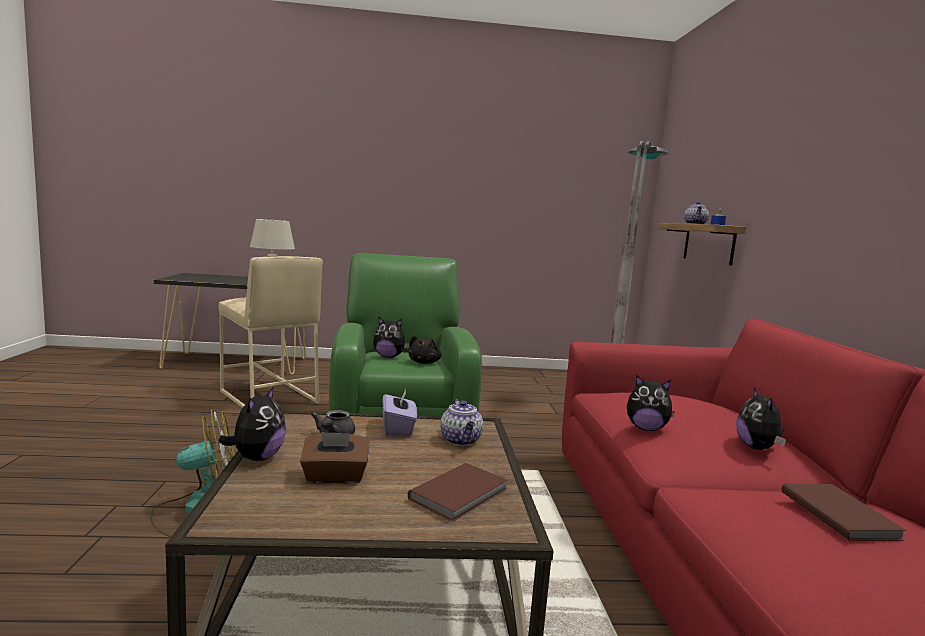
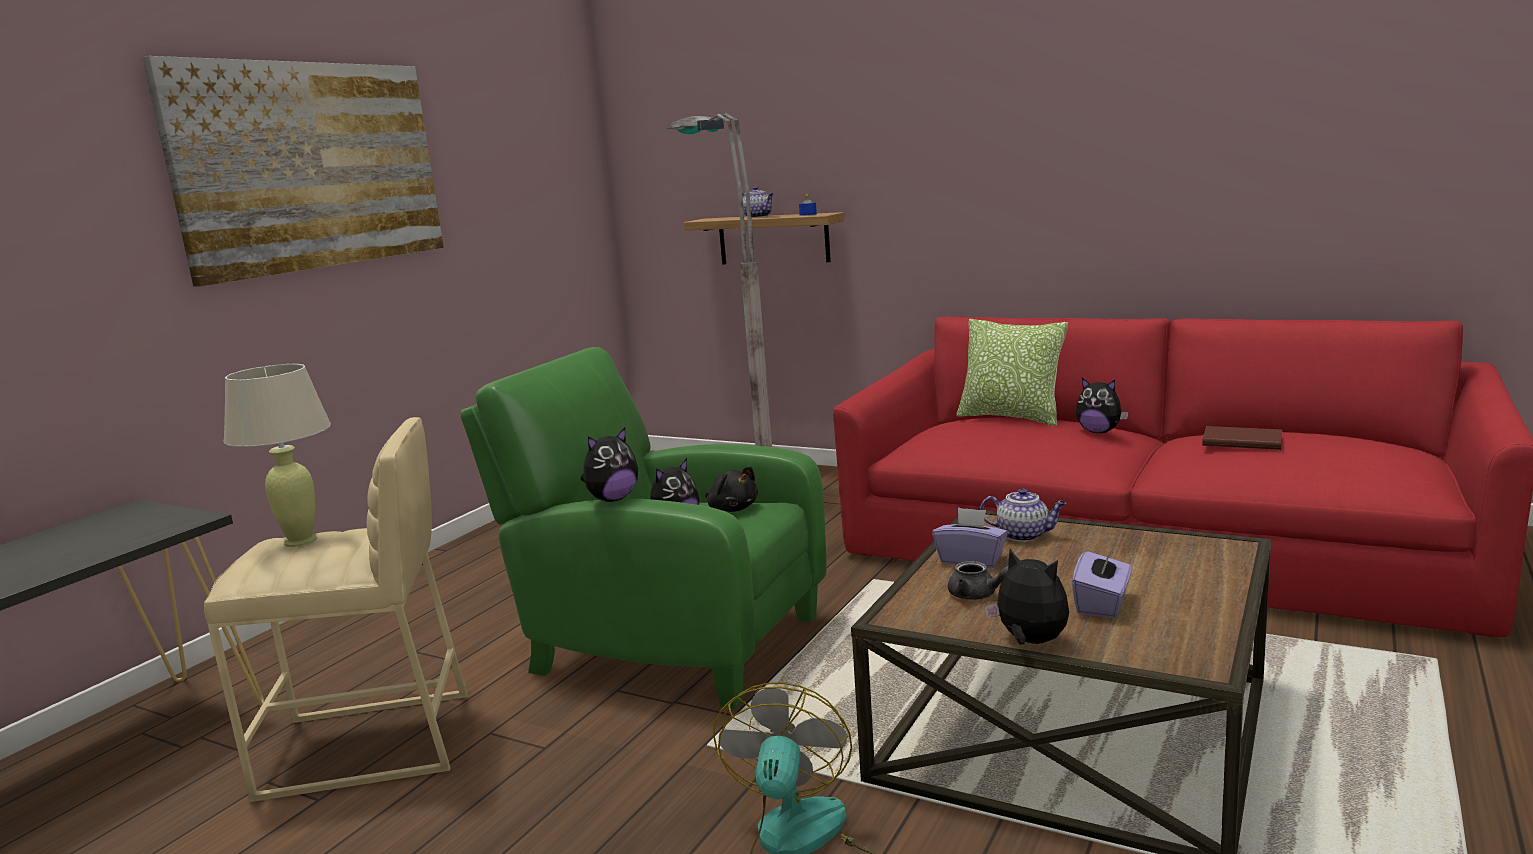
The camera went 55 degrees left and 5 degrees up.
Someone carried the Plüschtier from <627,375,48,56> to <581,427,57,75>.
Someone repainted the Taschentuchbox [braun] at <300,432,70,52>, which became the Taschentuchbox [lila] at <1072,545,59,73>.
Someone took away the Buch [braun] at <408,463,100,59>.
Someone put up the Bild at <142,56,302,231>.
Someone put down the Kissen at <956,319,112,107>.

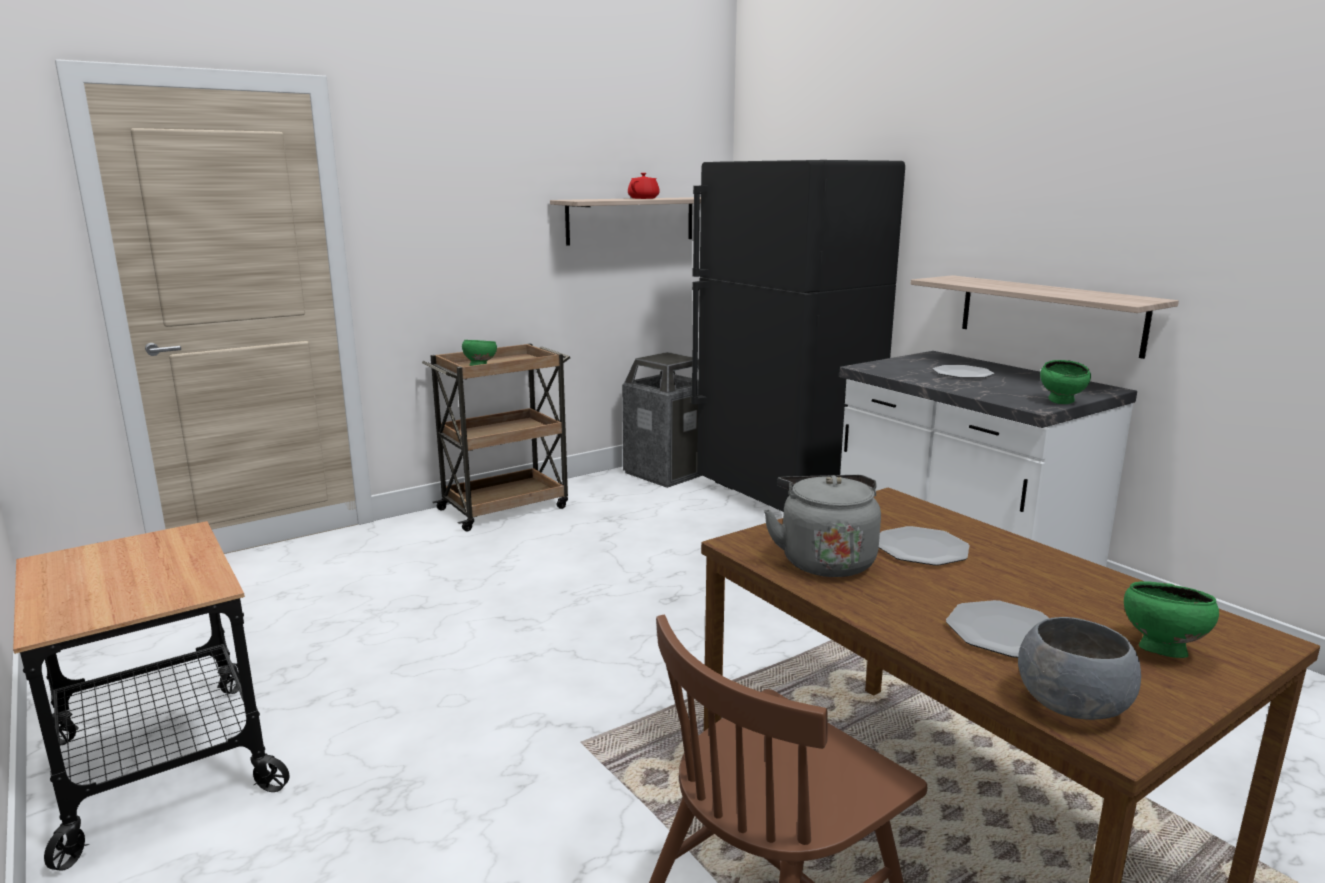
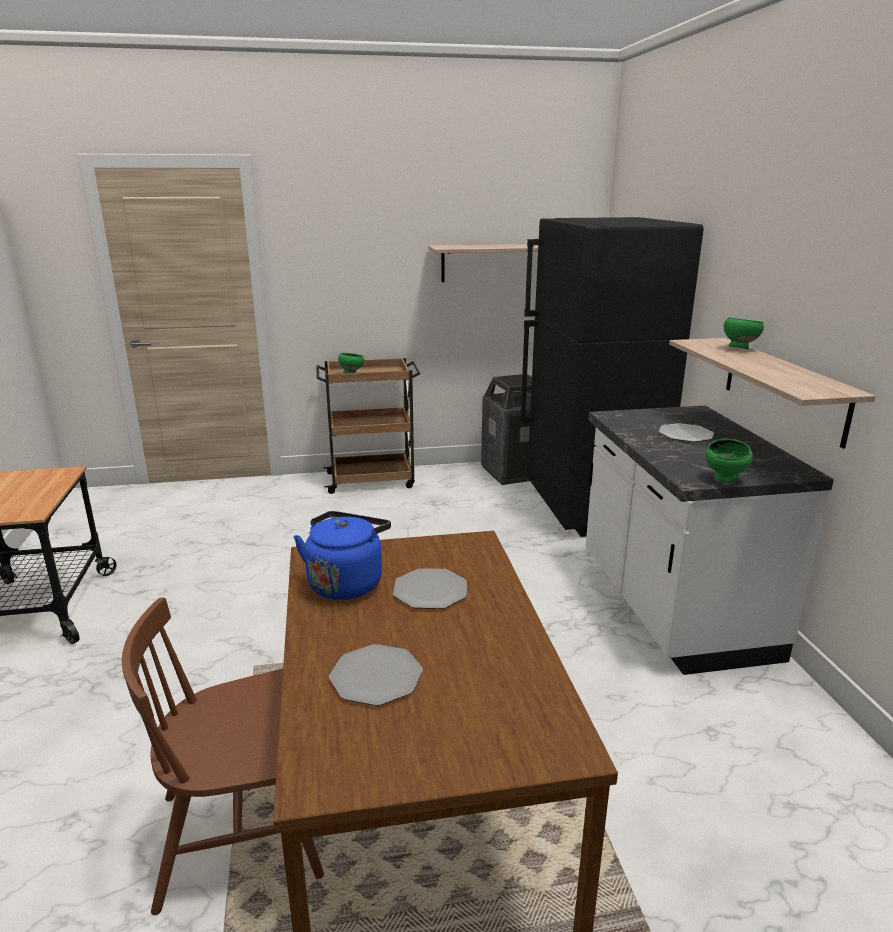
The camera went 25 degrees right and 5 degrees up.
Someone took away the Teekanne [rot] at <628,173,32,26>.
Someone repainted the Wasserkessel [grau] at <764,475,117,102>, which became the Wasserkessel [blau] at <294,511,97,89>.
Someone carried the Schüssel [grün] from <1124,581,95,77> to <724,318,40,31>.
Someone took away the Schüssel [grau] at <1018,617,123,103>.

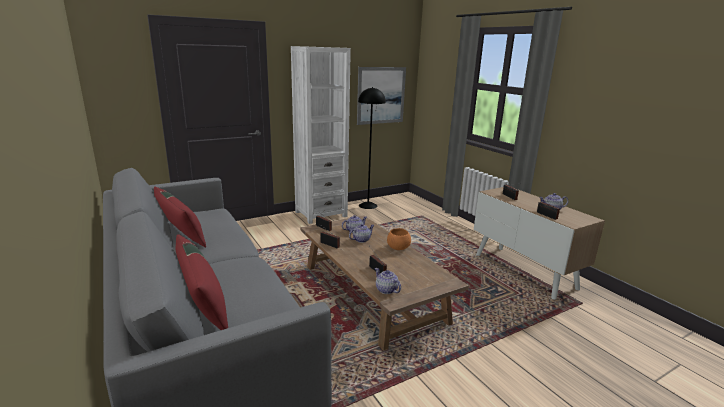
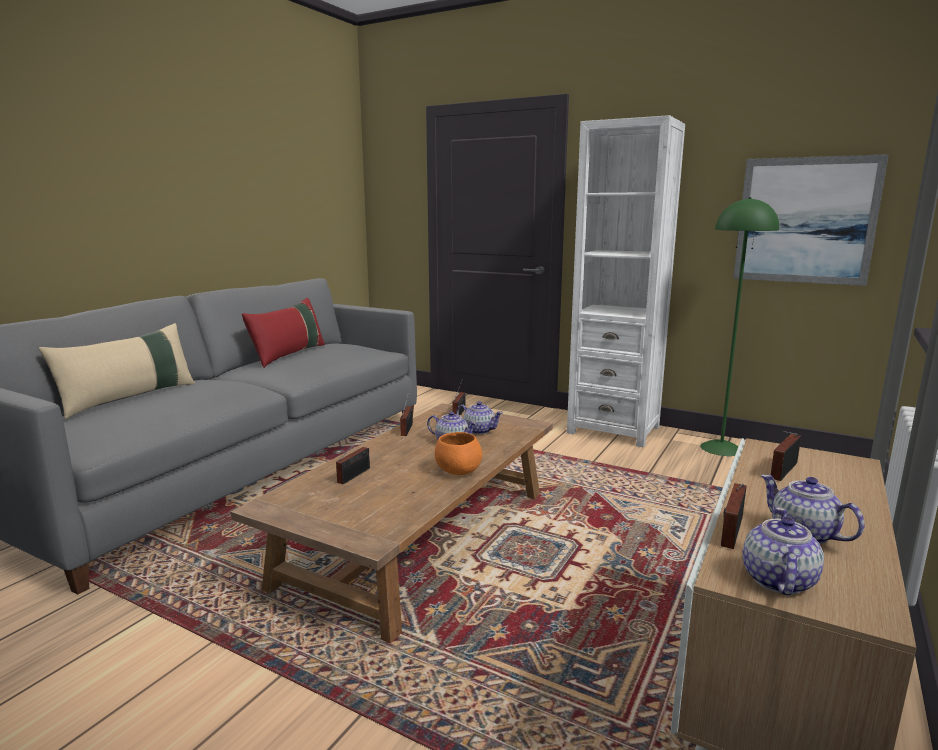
The camera went 60 degrees right and 5 degrees down.
Someone repainted the Stehlampe [schwarz] at <358,87,28,122>, which became the Stehlampe [grün] at <700,197,79,259>.
Someone repainted the Kissen [rot] at <175,234,53,96>, which became the Kissen [beige] at <38,323,157,96>.
Someone carried the Teekanne from <375,268,26,26> to <742,507,82,88>.

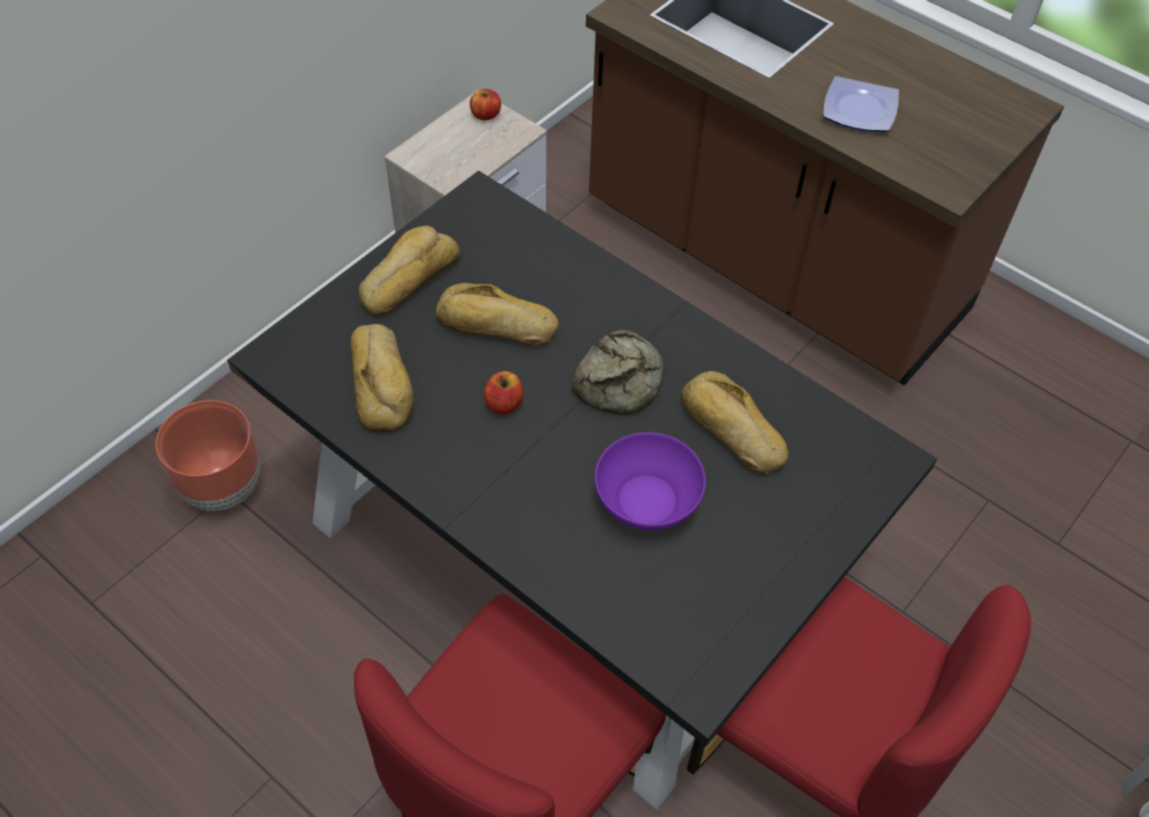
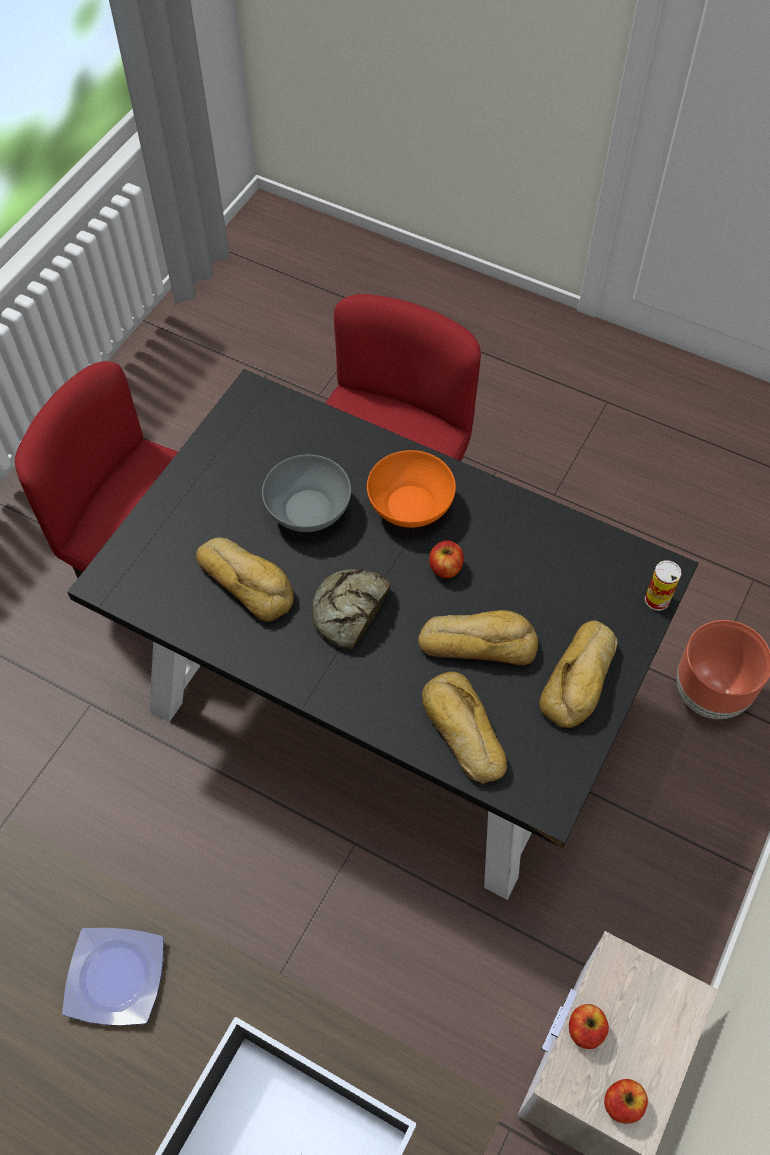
The camera went 170 degrees right and 5 degrees up.
Someone carried the Brot from <350,324,64,107> to <422,672,85,112>.
Someone repainted the Schüssel [lila] at <595,432,111,99>, which became the Schüssel [grau] at <262,455,89,77>.
Someone put down the Schüssel [orange] at <367,450,89,78>.
Someone put down the Dose at <645,560,37,51>.
Someone put down the Apfel at <569,1004,40,45>.

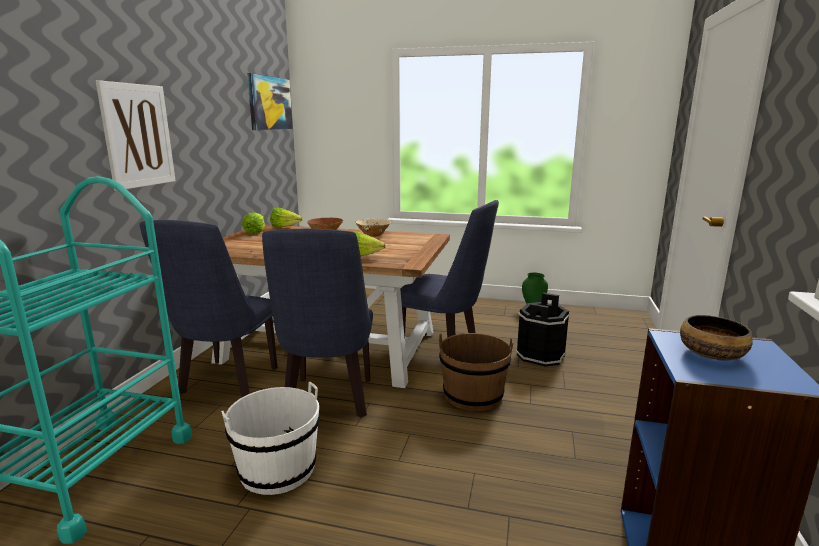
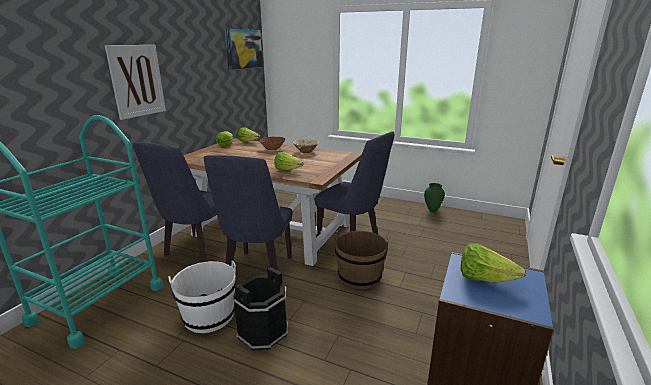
The camera went 10 degrees right and 5 degrees up.
Someone carried the Eimer [schwarz] from <516,293,54,74> to <233,267,55,84>.
Someone swapped the Schüssel at <680,315,73,45> for the Salatkopf at <461,243,65,39>.

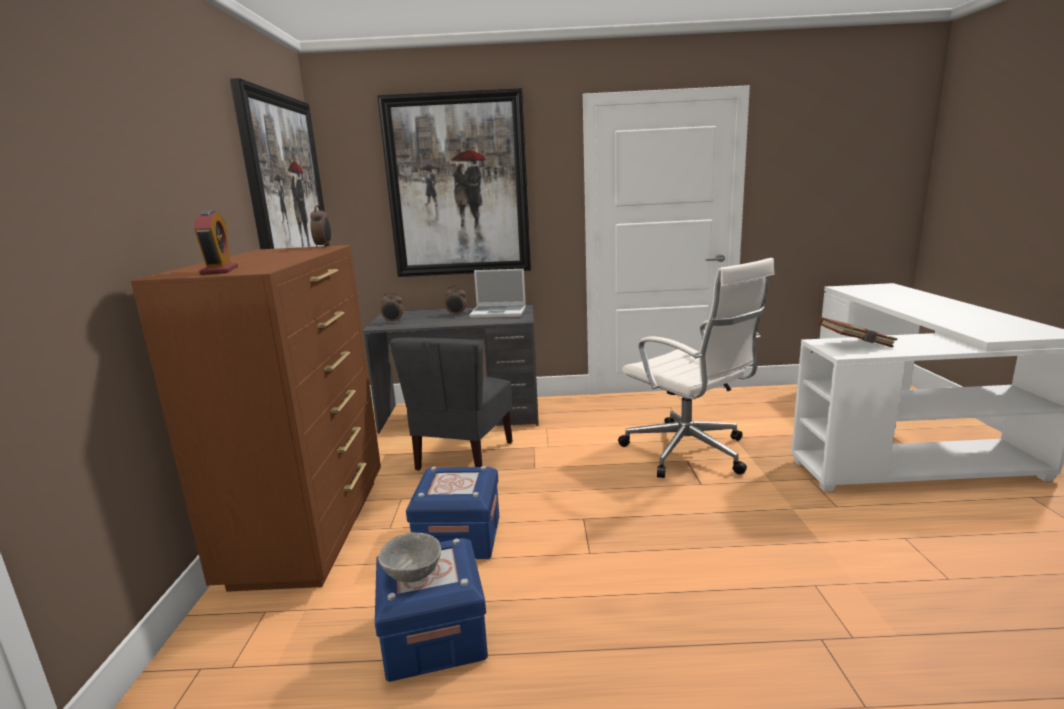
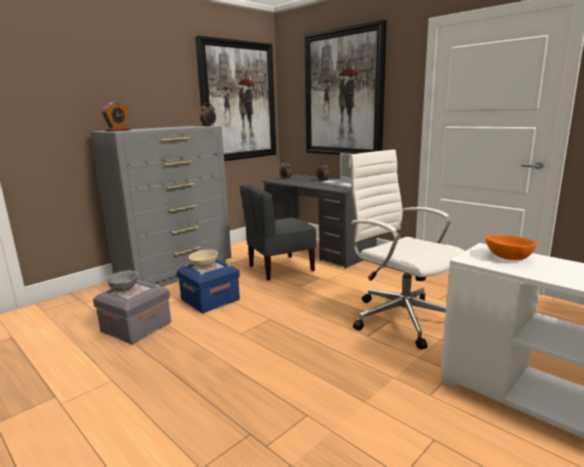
The camera went 45 degrees right and 0 degrees up.
Someone repainted the Kommode [braun] at <131,245,250,347>, which became the Kommode [grau] at <90,126,141,161>.
Someone rotated the Bürostuhl [weiß] at <618,258,156,220> by 135 degrees clockwise.
Someone swapped the Buch [braun] at <818,317,80,31> for the Schüssel [orange] at <486,235,51,25>.
Someone repainted the Aufbewahrungsbox [blau] at <375,538,113,144>, which became the Aufbewahrungsbox [grau] at <93,280,78,64>.
Someone put down the Schüssel [beige] at <189,250,29,18>.

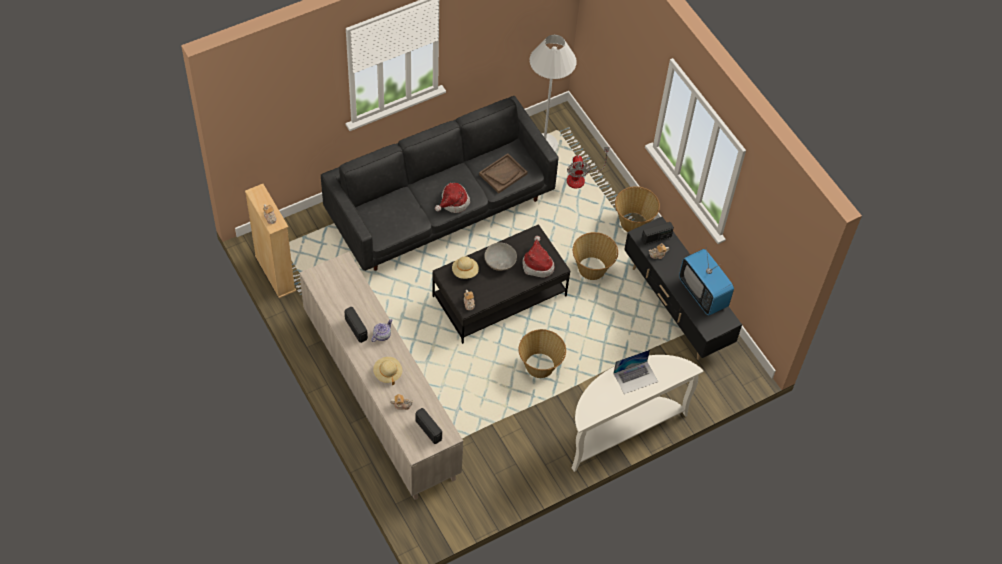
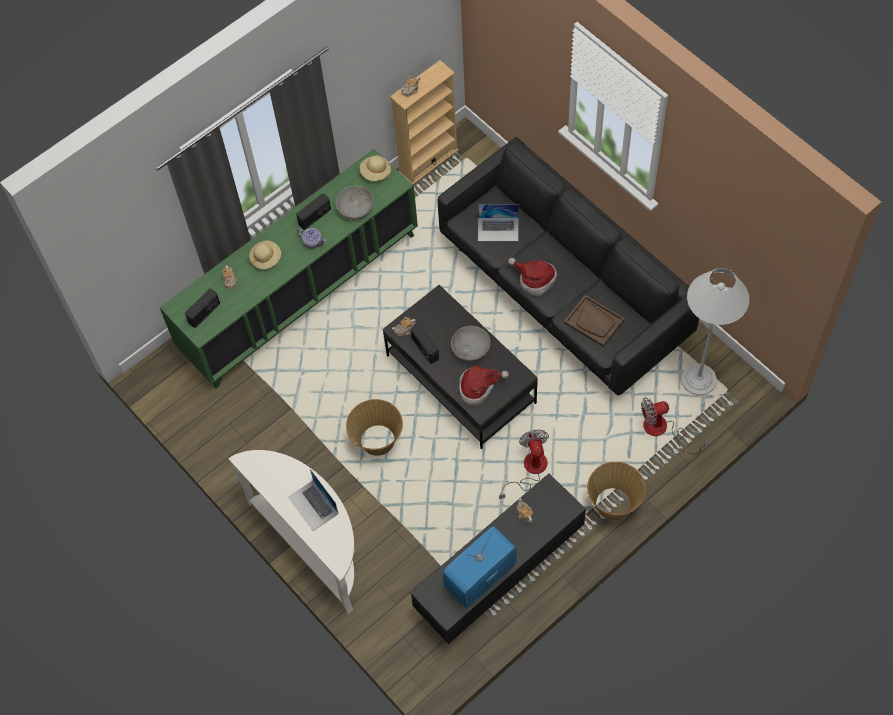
The camera went 85 degrees right and 5 degrees up.
Someone carried the Radio from <641,222,33,23> to <411,324,28,40>.
Someone swapped the Korb at <573,232,45,48> for the Ventilator at <499,430,50,69>.
Someone repainted the Schrank [beige] at <300,252,163,248>, which became the Schrank [grün] at <160,149,258,240>.
Someone carried the Hut [beige] from <452,256,27,23> to <360,155,31,26>.
Someone put down the Schüssel [grau] at <336,186,38,34>.
Someone put down the Laptop at <478,204,41,37>.

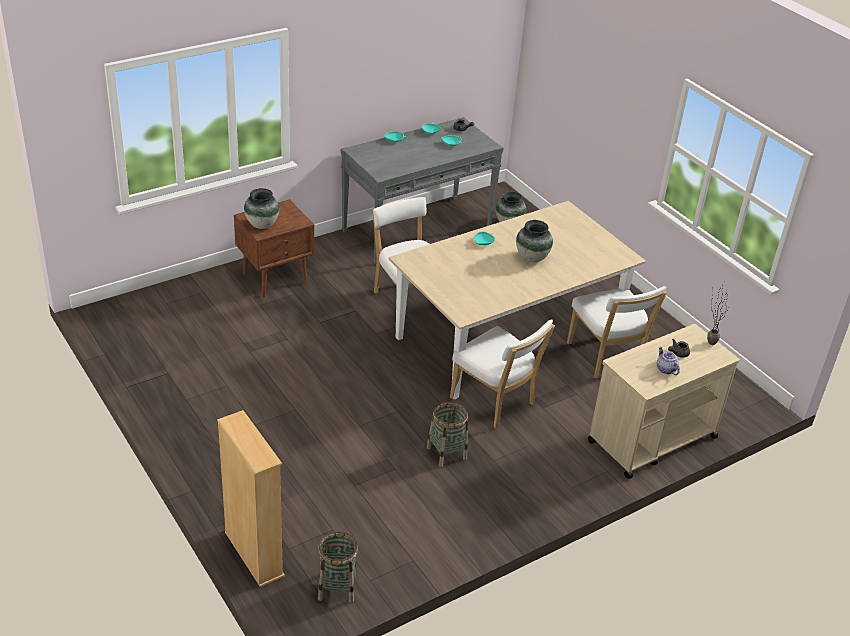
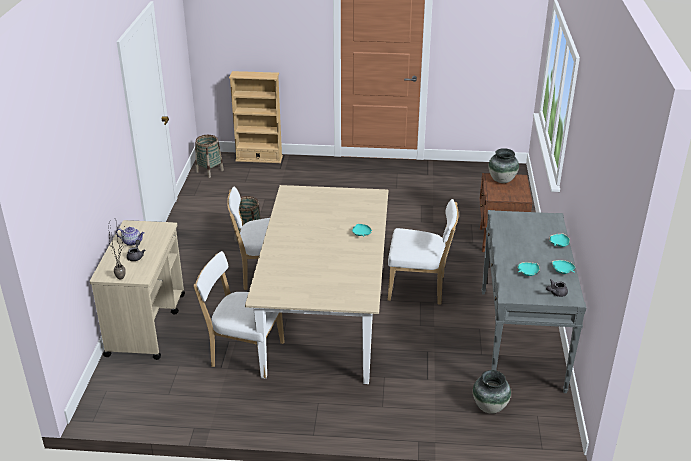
The camera went 130 degrees right and 5 degrees down.
Someone took away the Vase at <516,220,37,42>.

